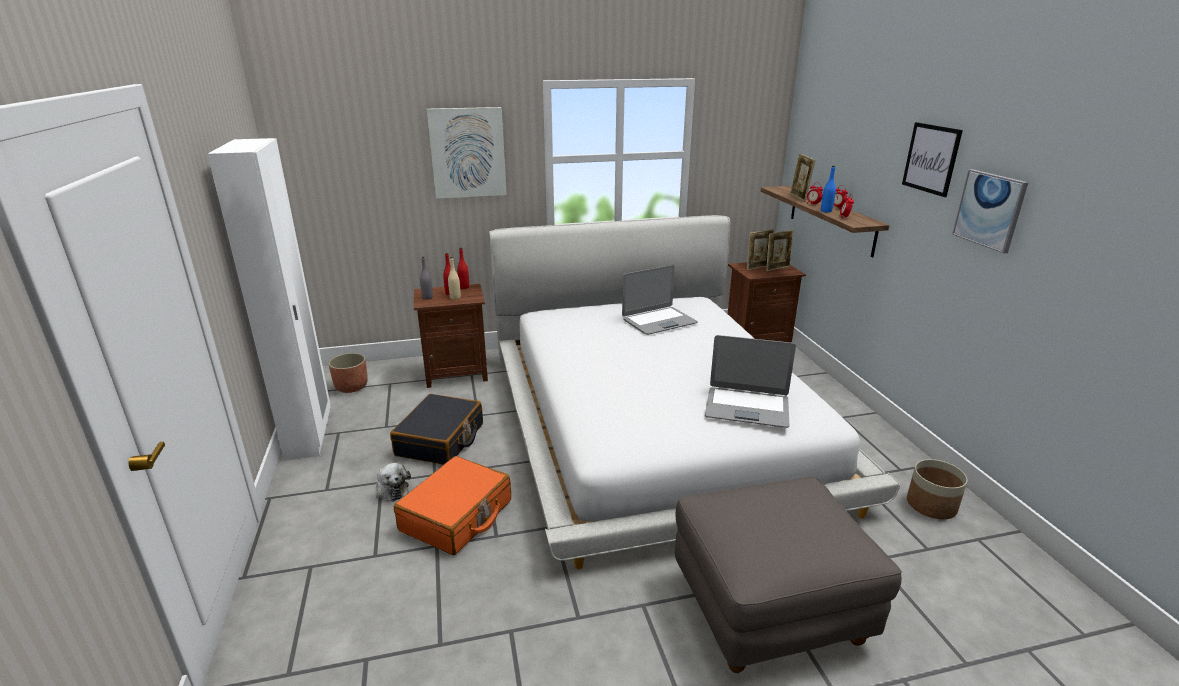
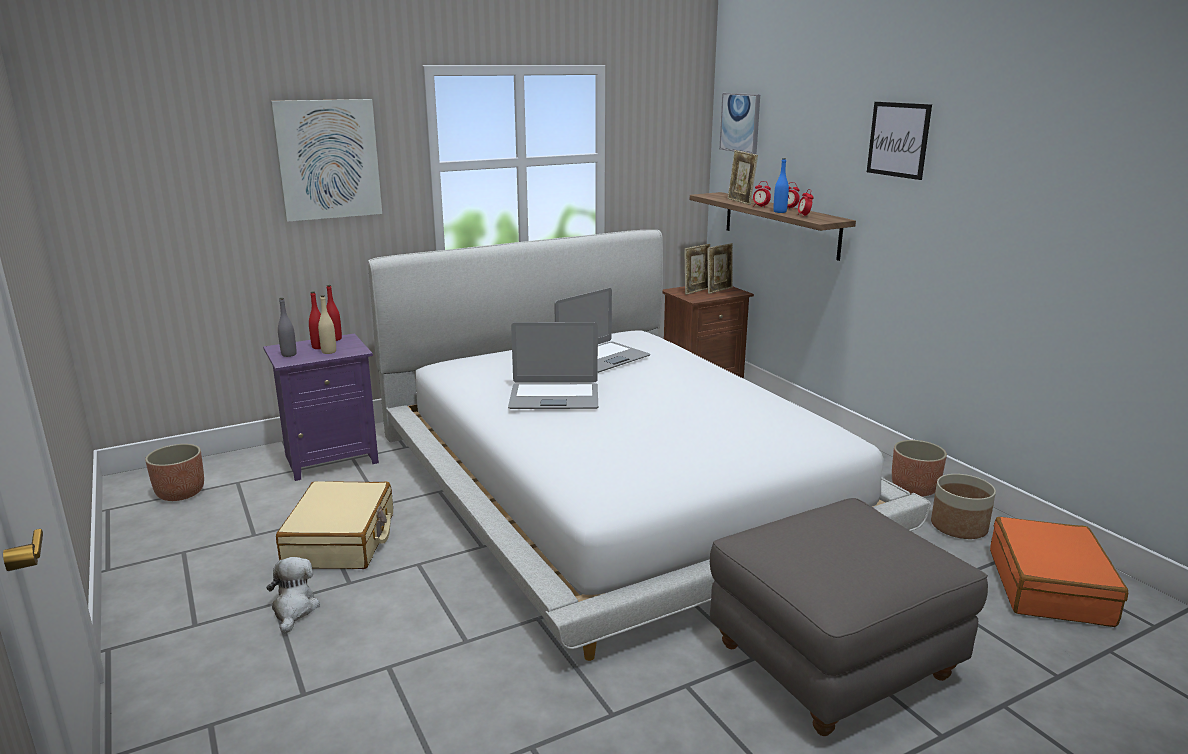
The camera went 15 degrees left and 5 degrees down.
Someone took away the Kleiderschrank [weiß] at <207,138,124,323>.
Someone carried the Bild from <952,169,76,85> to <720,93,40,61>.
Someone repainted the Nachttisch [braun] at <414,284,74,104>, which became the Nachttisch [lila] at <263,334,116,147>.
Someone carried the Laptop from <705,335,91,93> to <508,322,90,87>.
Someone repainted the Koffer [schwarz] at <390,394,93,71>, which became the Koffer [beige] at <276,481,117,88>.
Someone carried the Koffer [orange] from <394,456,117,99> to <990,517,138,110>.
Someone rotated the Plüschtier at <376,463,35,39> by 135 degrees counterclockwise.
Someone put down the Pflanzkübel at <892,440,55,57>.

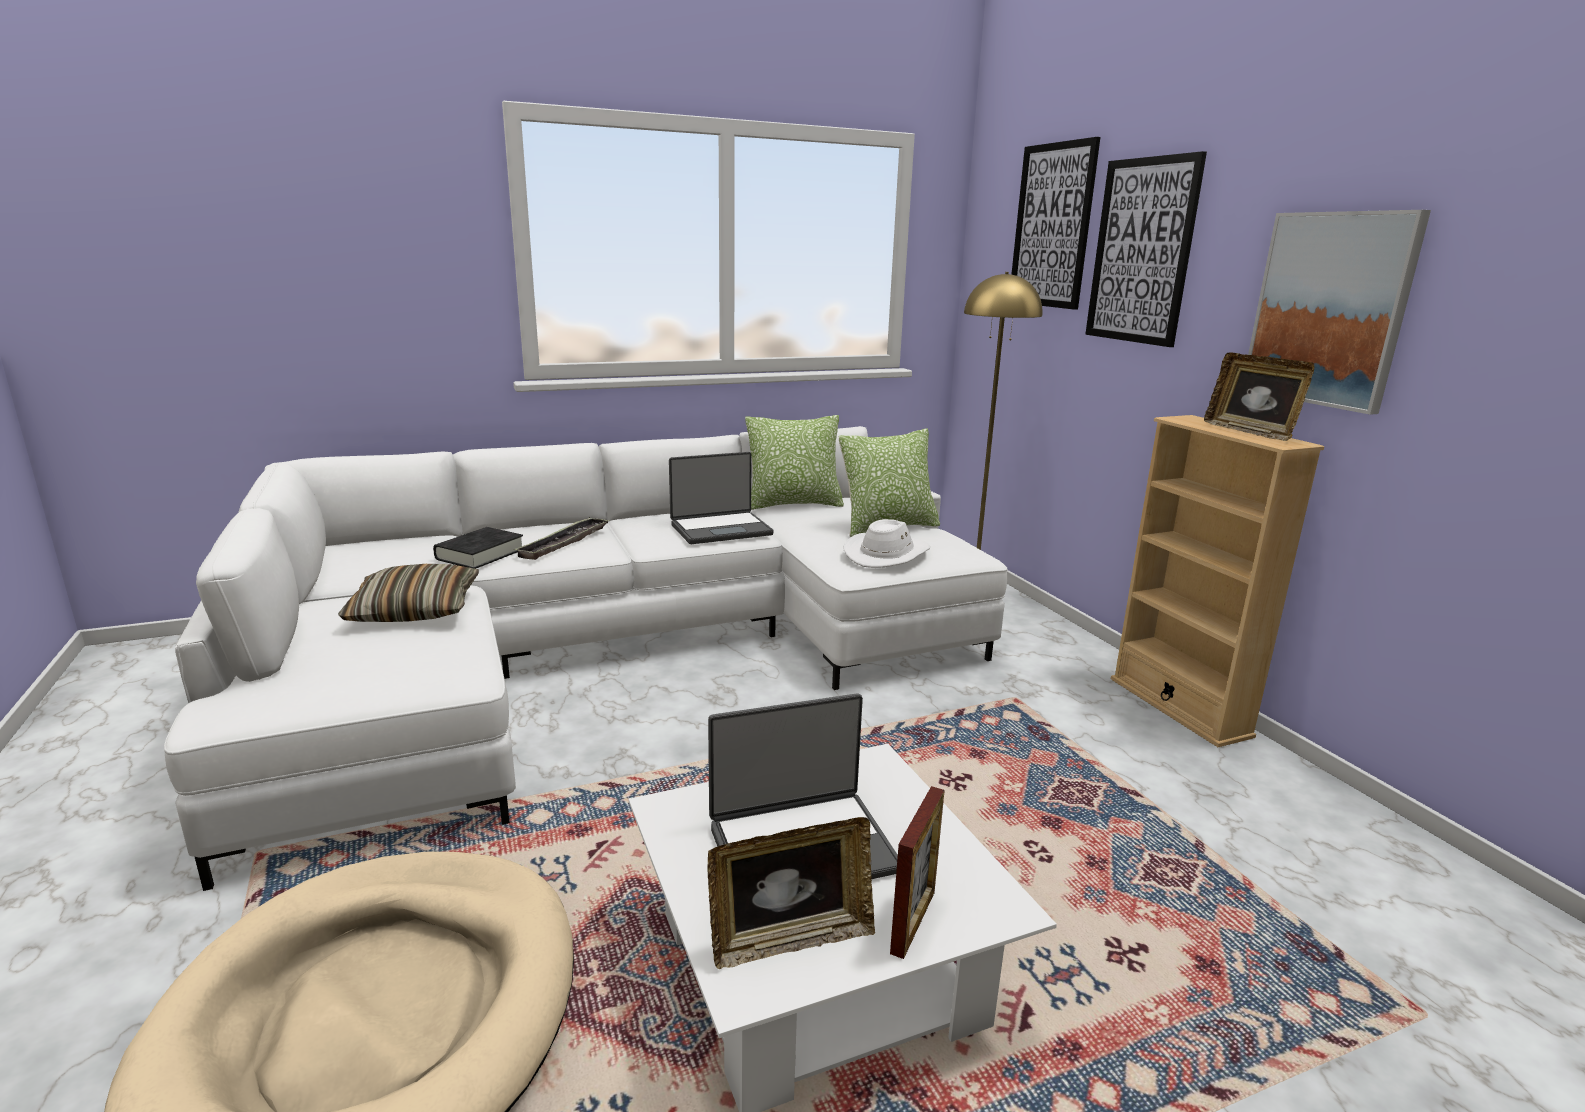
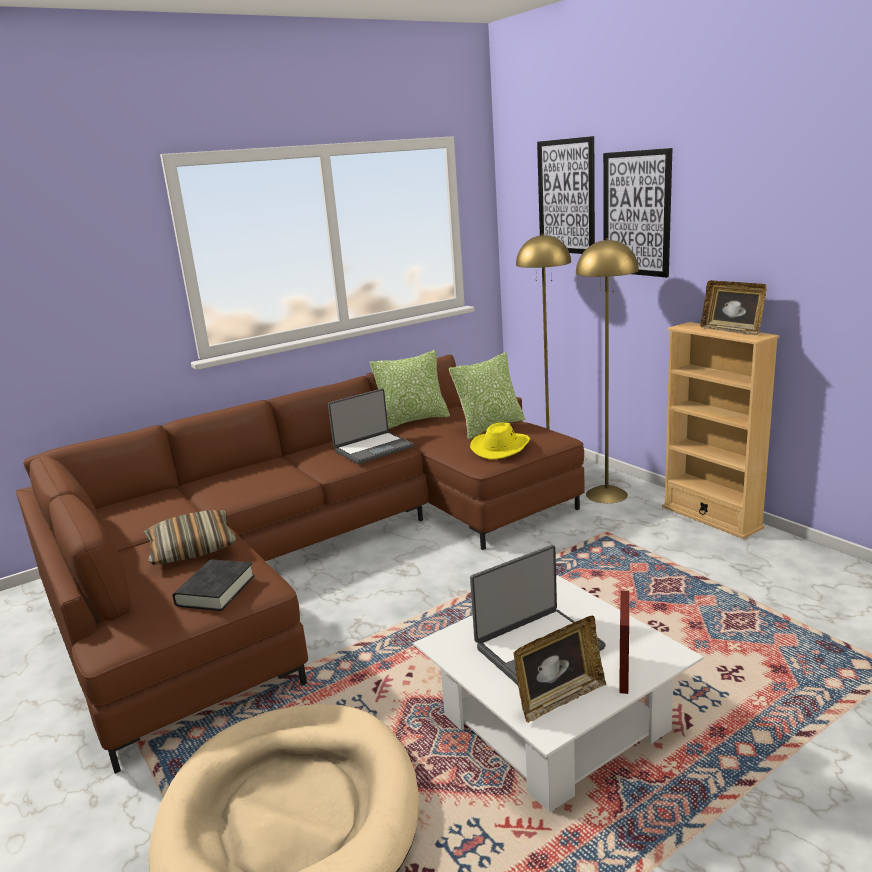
The camera went 10 degrees left and 0 degrees up.
Someone took away the Bild at <1248,210,183,205>.
Someone repainted the Sofa [weiß] at <164,426,844,465>, which became the Sofa [braun] at <16,355,568,419>.
Someone took away the Tablett at <514,517,96,43>.
Someone repainted the Hut [weiß] at <843,519,87,49>, which became the Hut [gelb] at <470,422,60,38>.
Someone carried the Buch [schwarz] from <433,527,90,42> to <172,560,83,51>.
Someone put down the Stehlampe [gelb] at <576,238,63,265>.

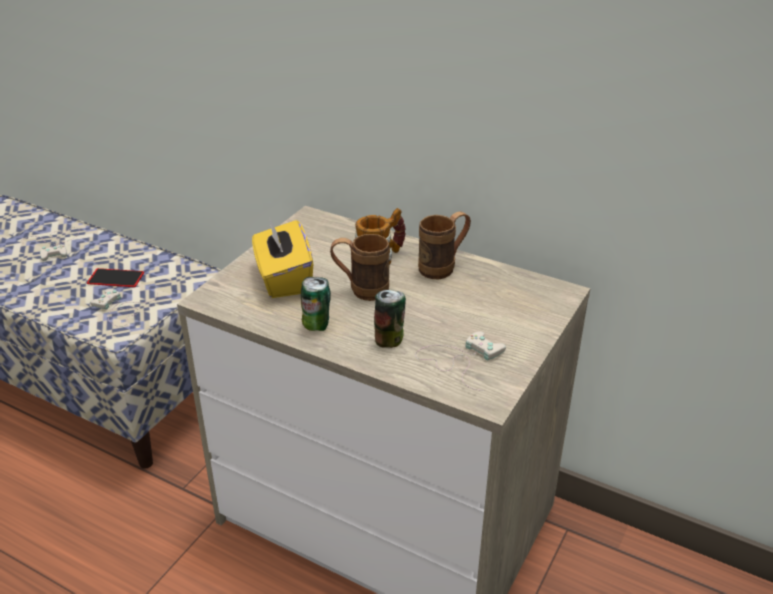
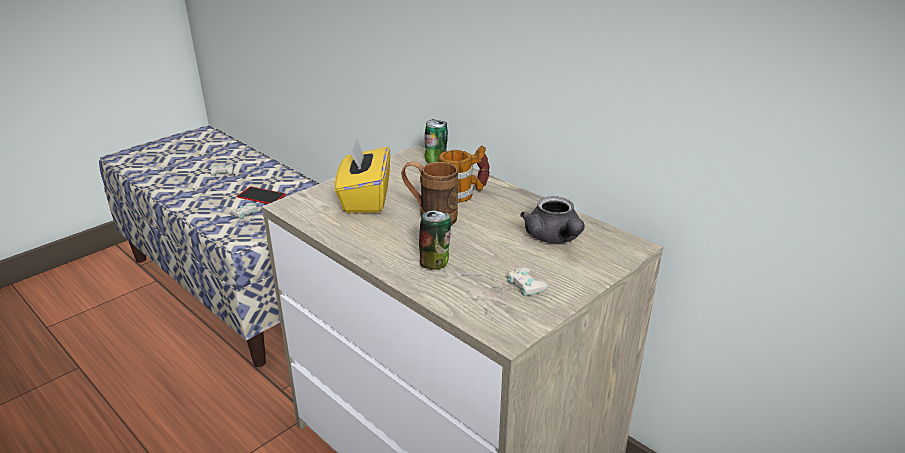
The camera went 15 degrees right and 5 degrees down.
Someone took away the Henkelbecher [braun] at <418,211,53,68>.
Someone carried the Dose from <301,277,30,54> to <425,119,23,44>.
Someone put down the Teekanne [grau] at <520,196,65,47>.

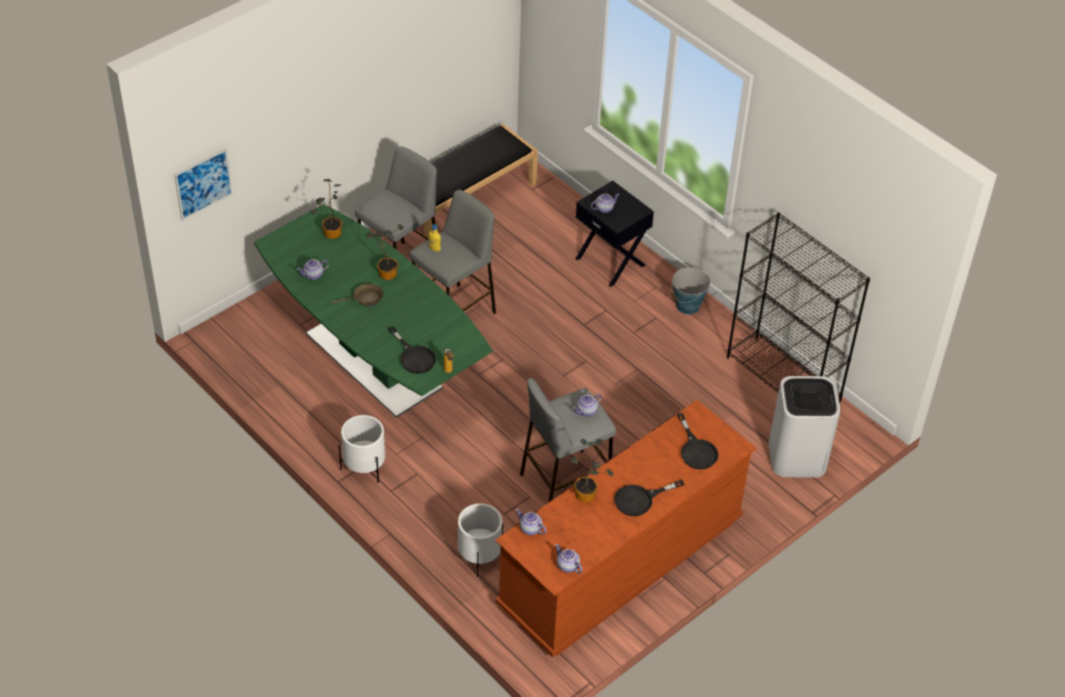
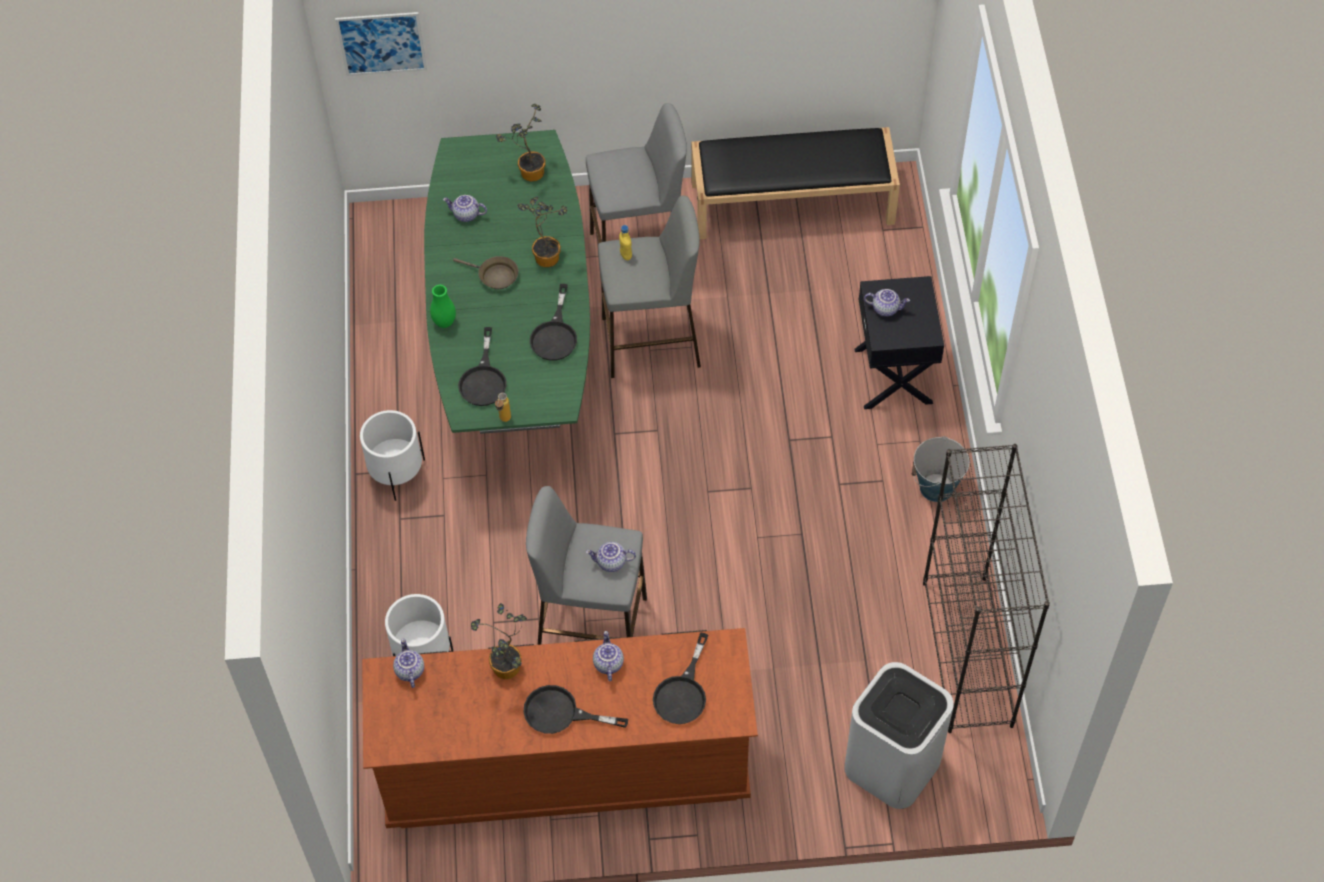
The camera went 40 degrees right and 10 degrees up.
Someone carried the Teekanne from <555,544,27,29> to <593,631,31,50>.
Someone put down the Pfanne [schwarz] at <530,284,47,77>.
Someone put down the Vase [grün] at <430,285,26,43>.

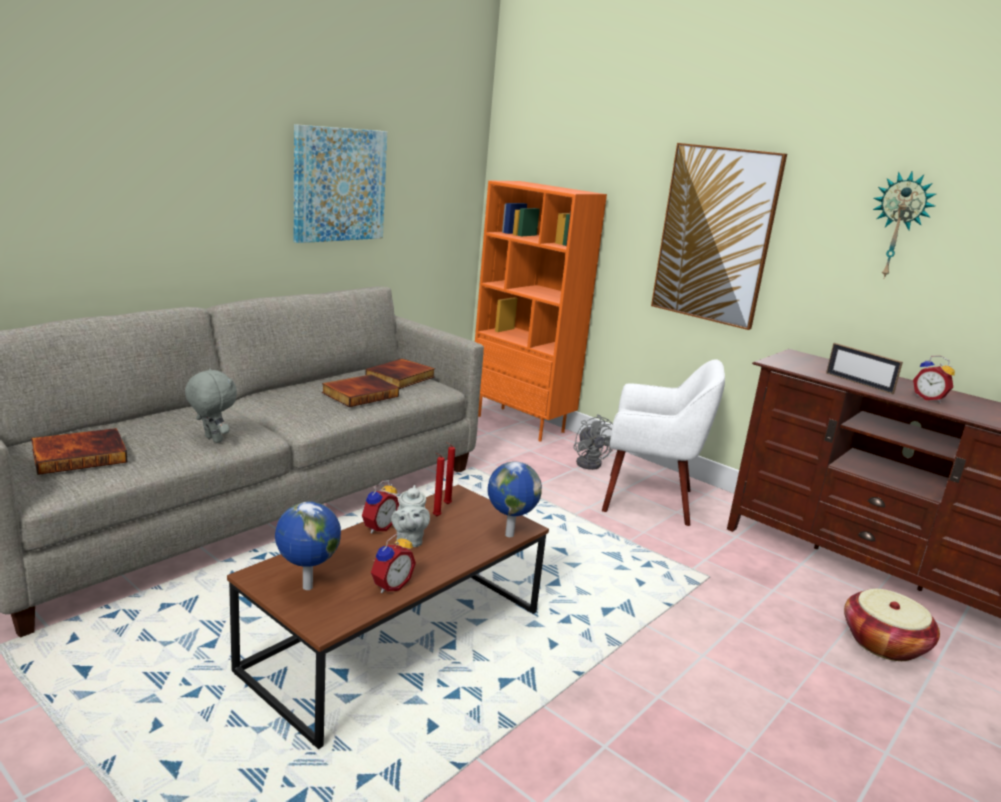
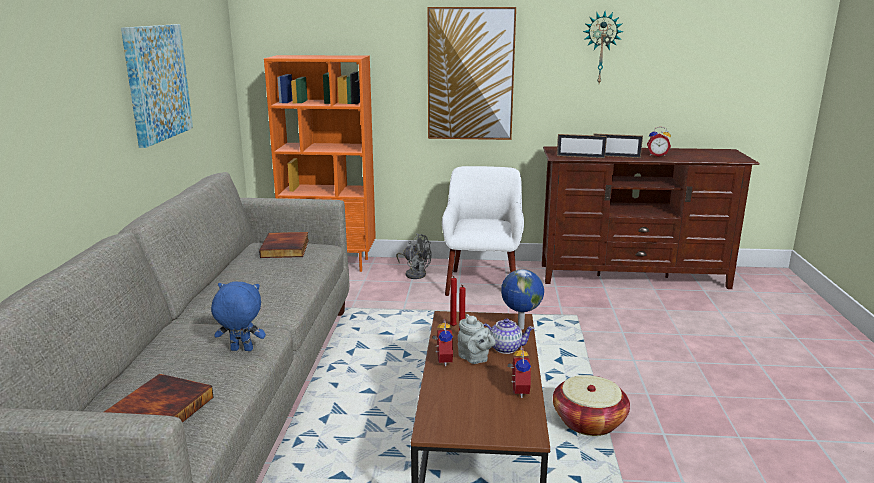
The camera went 35 degrees left and 0 degrees up.
Someone rotated the Sessel [weiß] at <602,359,123,167> by 60 degrees counterclockwise.
Someone repainted the Plüschtier [grau] at <185,368,52,75>, which became the Plüschtier [blau] at <211,282,55,69>.
Someone took away the Buch at <322,374,77,33>.
Someone took away the Globus at <275,502,66,88>.
Someone carried the Korb from <844,589,96,72> to <553,375,77,61>.
Someone put down the Bilderrahmen at <557,134,50,24>.
Someone put down the Teekanne at <483,318,52,36>.

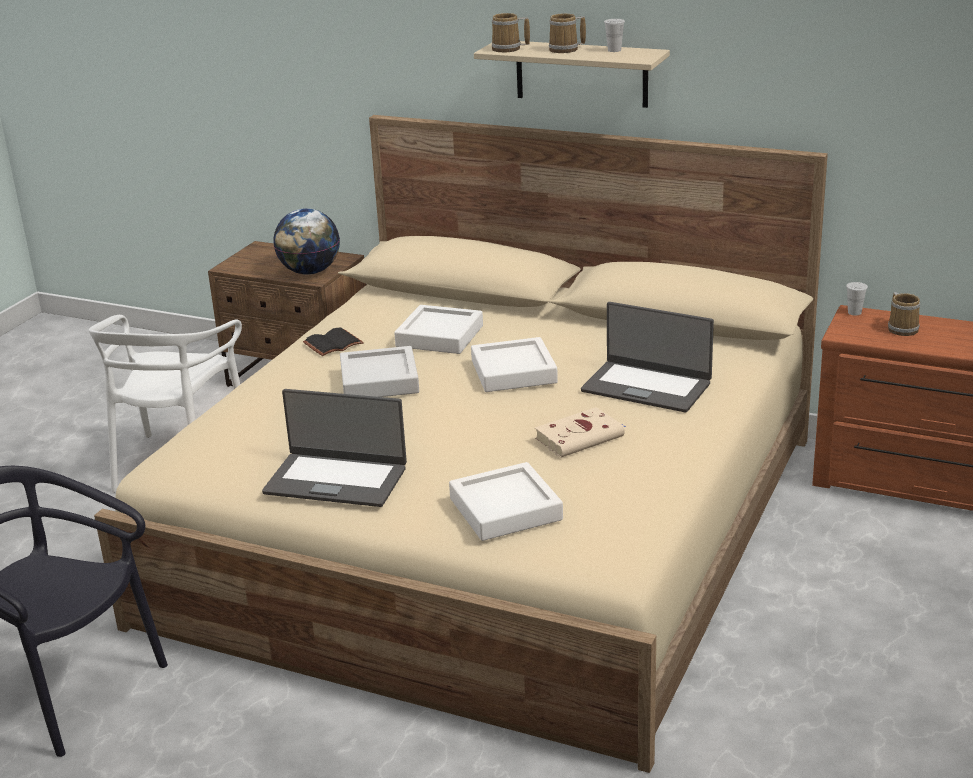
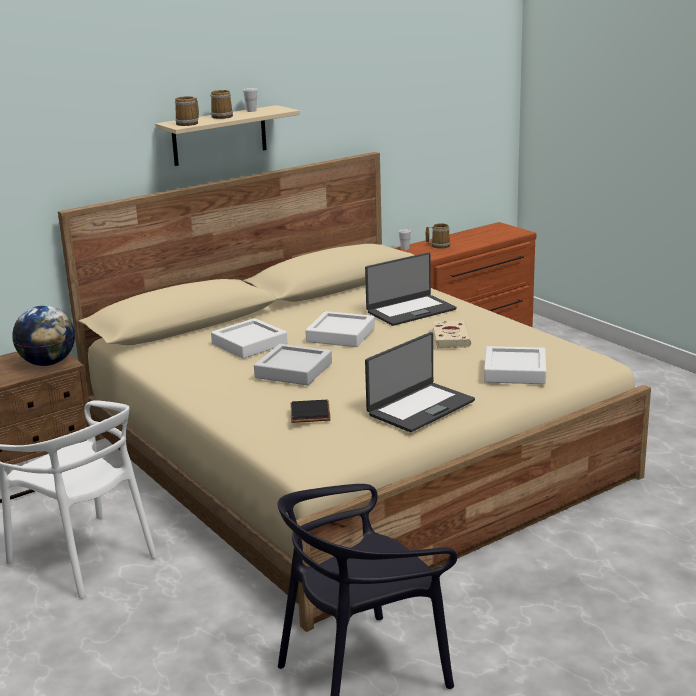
The camera went 60 degrees left and 5 degrees down.
Someone carried the Buch [schwarz] from <303,327,61,29> to <291,400,40,23>.

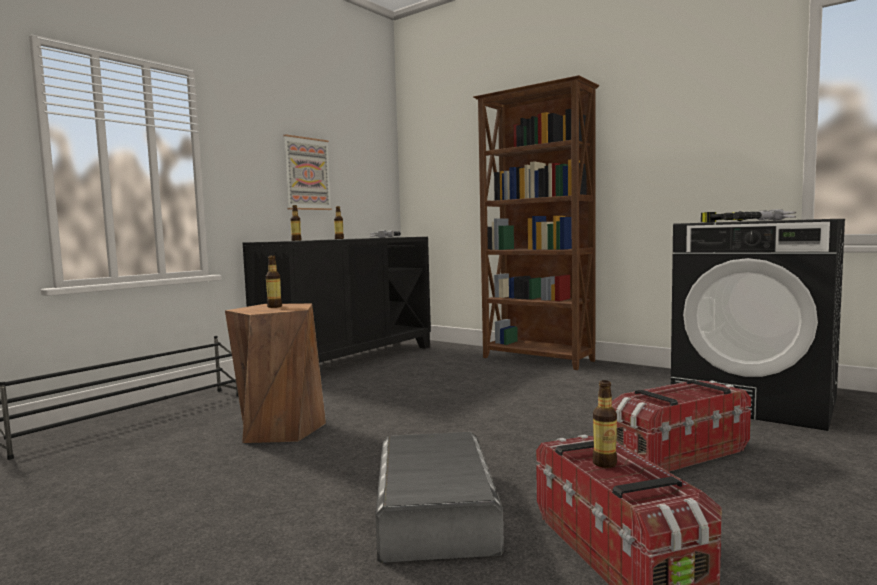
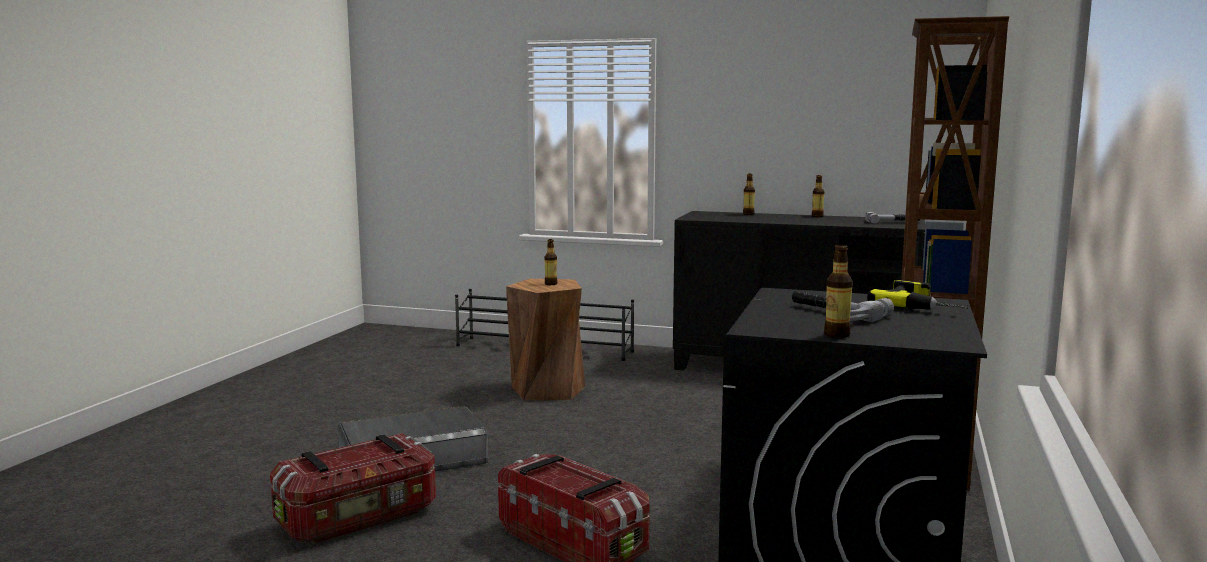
The camera went 70 degrees right and 5 degrees up.
Someone took away the Bild at <284,134,48,76>.
Someone carried the Flasche from <593,380,24,88> to <824,245,29,93>.

